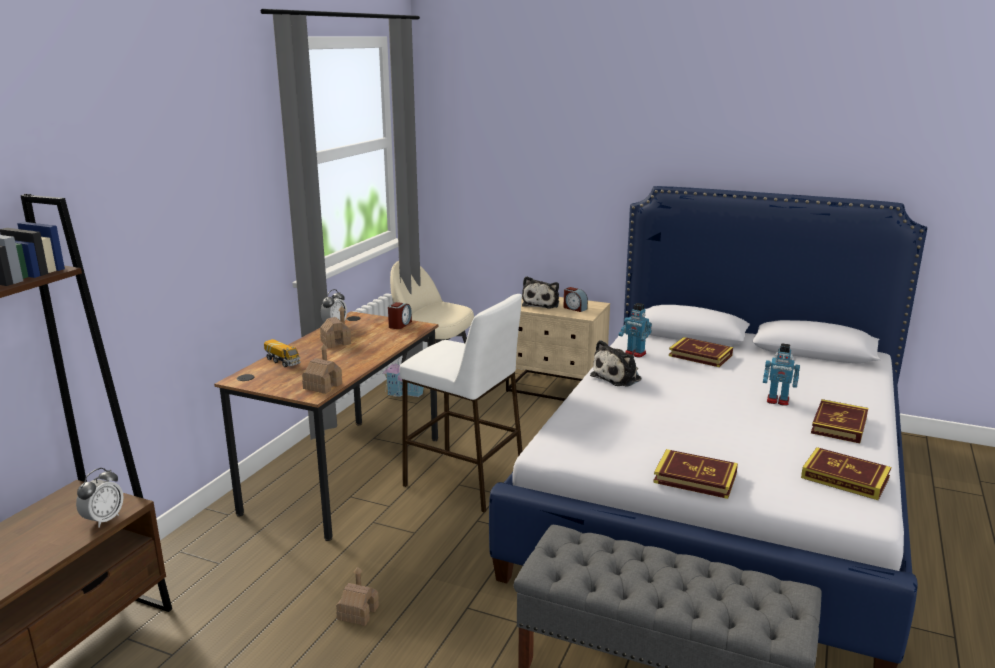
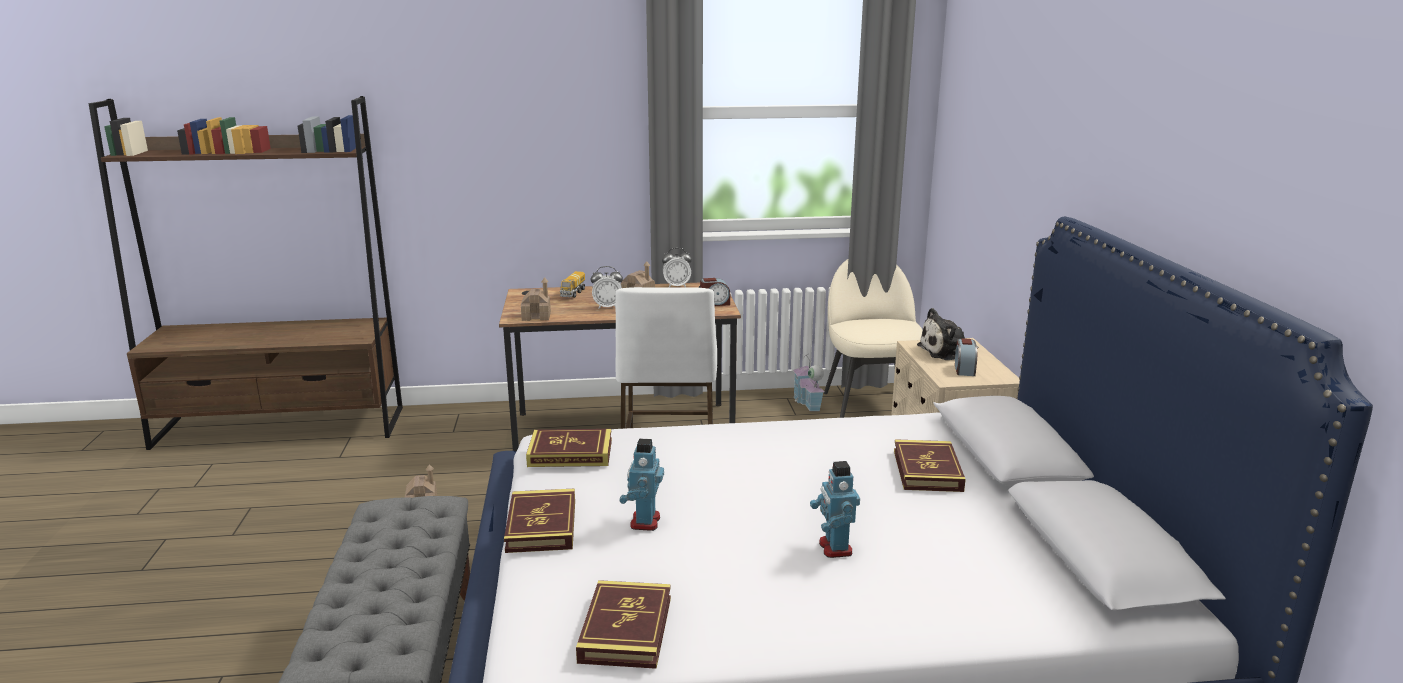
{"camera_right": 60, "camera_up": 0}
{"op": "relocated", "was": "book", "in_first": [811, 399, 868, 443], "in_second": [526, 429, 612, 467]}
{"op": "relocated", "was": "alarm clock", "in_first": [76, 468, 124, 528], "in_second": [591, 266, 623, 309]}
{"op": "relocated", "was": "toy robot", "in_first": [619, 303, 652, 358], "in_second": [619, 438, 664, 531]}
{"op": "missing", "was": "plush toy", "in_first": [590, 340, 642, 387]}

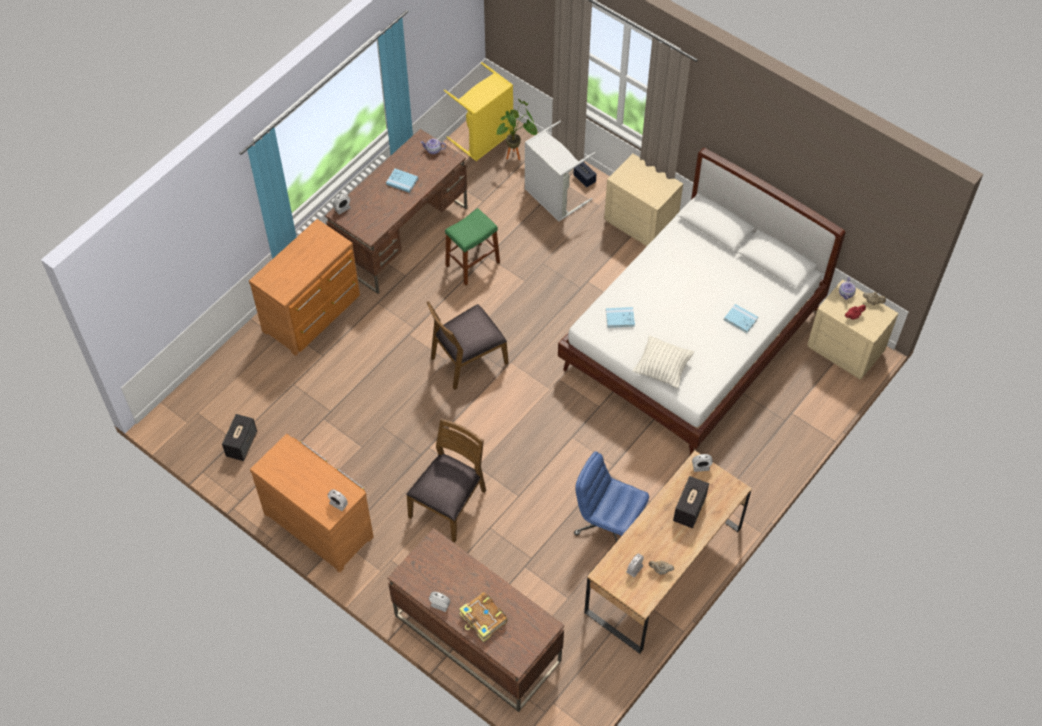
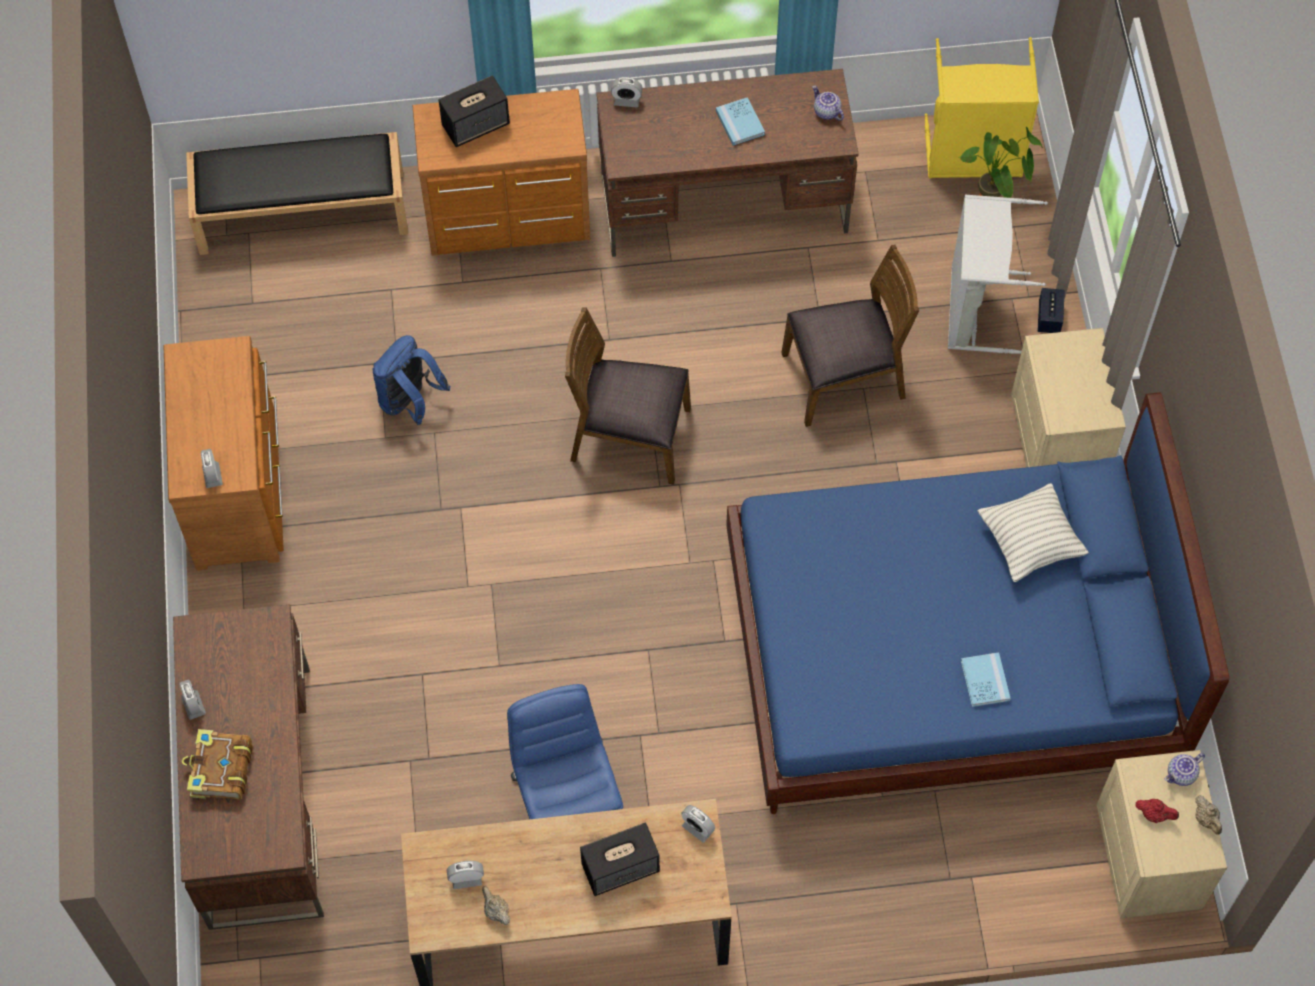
{"camera_right": 45, "camera_up": 5}
{"op": "appeared", "now": "black bench", "in_second": [186, 132, 408, 255]}
{"op": "appeared", "now": "blue backpack", "in_second": [373, 335, 450, 425]}
{"op": "relocated", "was": "speaker", "in_first": [222, 414, 257, 461], "in_second": [438, 75, 510, 147]}
{"op": "colour", "was": "white bed", "now": "blue bed", "in_first": [558, 148, 845, 455], "in_second": [726, 392, 1229, 814]}
{"op": "relocated", "was": "brown chair", "in_first": [406, 418, 486, 543], "in_second": [781, 245, 919, 427]}
{"op": "relocated", "was": "pillow", "in_first": [632, 335, 694, 388], "in_second": [978, 483, 1089, 582]}
{"op": "missing", "was": "green stool", "in_first": [445, 208, 500, 286]}
{"op": "missing", "was": "blue book", "in_first": [606, 307, 635, 328]}

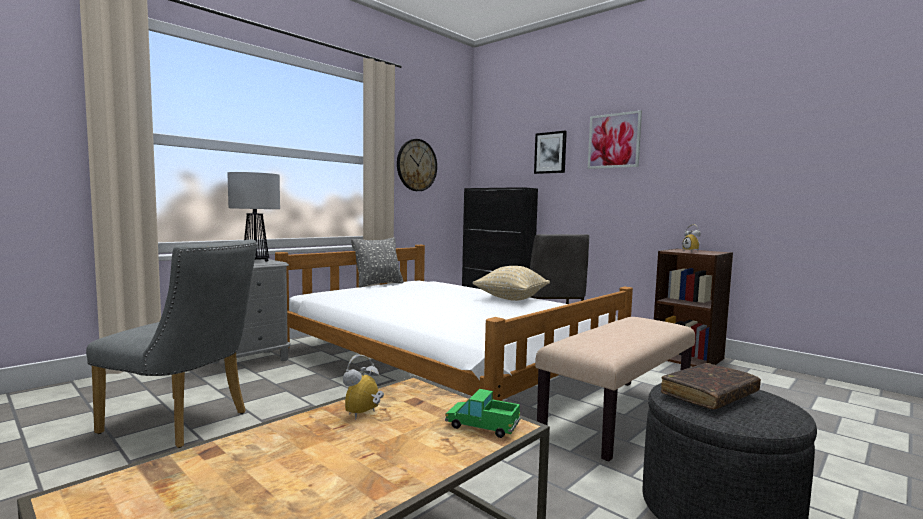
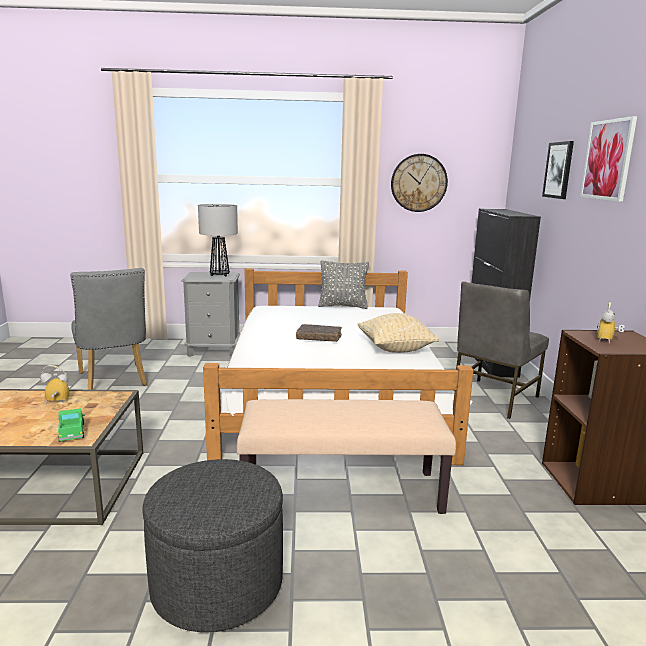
{"camera_right": 45, "camera_up": 10}
{"op": "relocated", "was": "brown book", "in_first": [661, 363, 761, 409], "in_second": [296, 324, 342, 342]}

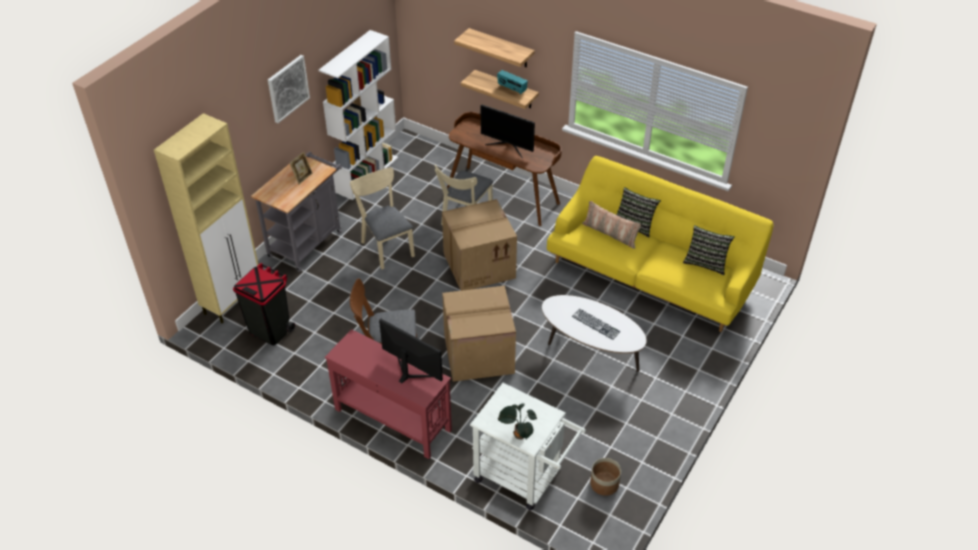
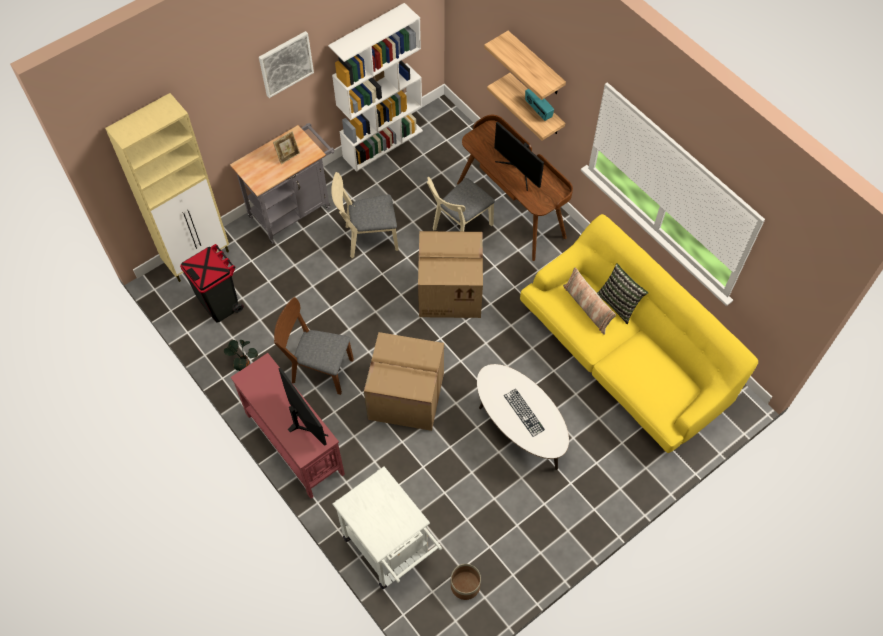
{"camera_right": 20, "camera_up": 15}
{"op": "relocated", "was": "potted plant", "in_first": [498, 403, 537, 440], "in_second": [224, 340, 258, 371]}
{"op": "spun", "was": "beige chair", "in_first": [350, 167, 415, 269], "in_second": [331, 172, 399, 258], "clockwise": -90}
{"op": "missing", "was": "pillow", "in_first": [683, 225, 735, 275]}

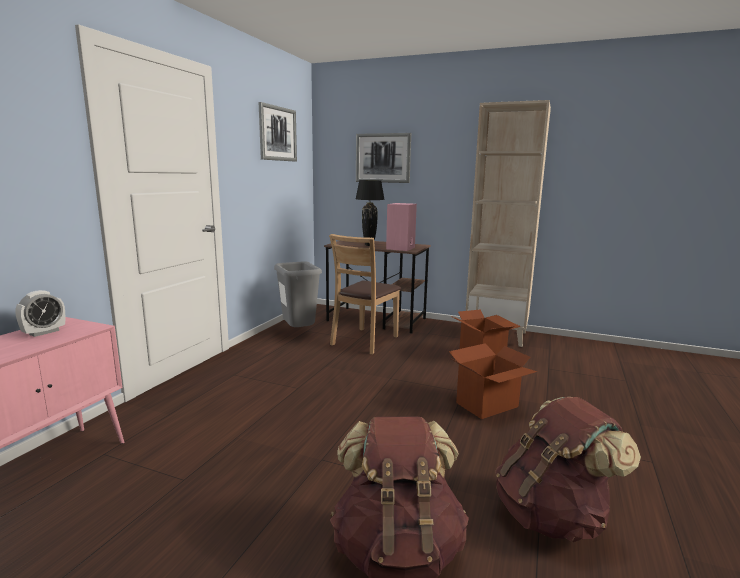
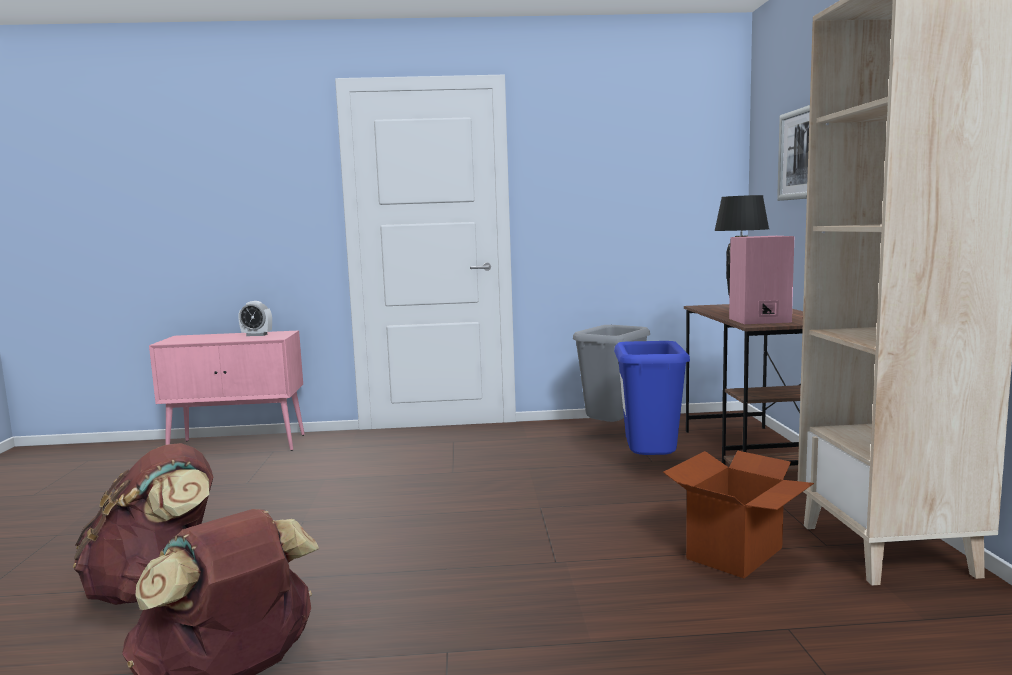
{"camera_right": 65, "camera_up": -5}
{"op": "exchanged", "was": "brown chair", "now": "blue trash can", "in_first": [329, 234, 401, 355], "in_second": [614, 341, 690, 455]}
{"op": "missing", "was": "picture", "in_first": [258, 102, 297, 161]}
{"op": "missing", "was": "cardboard box", "in_first": [449, 343, 537, 419]}

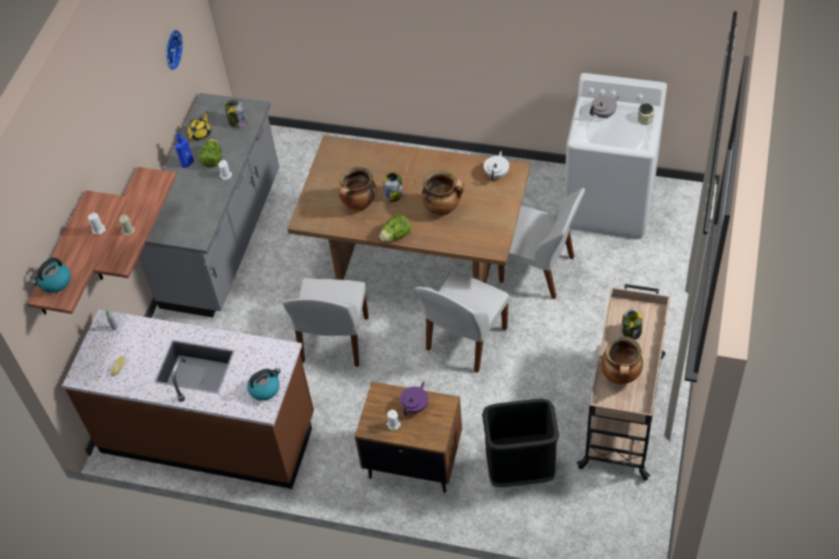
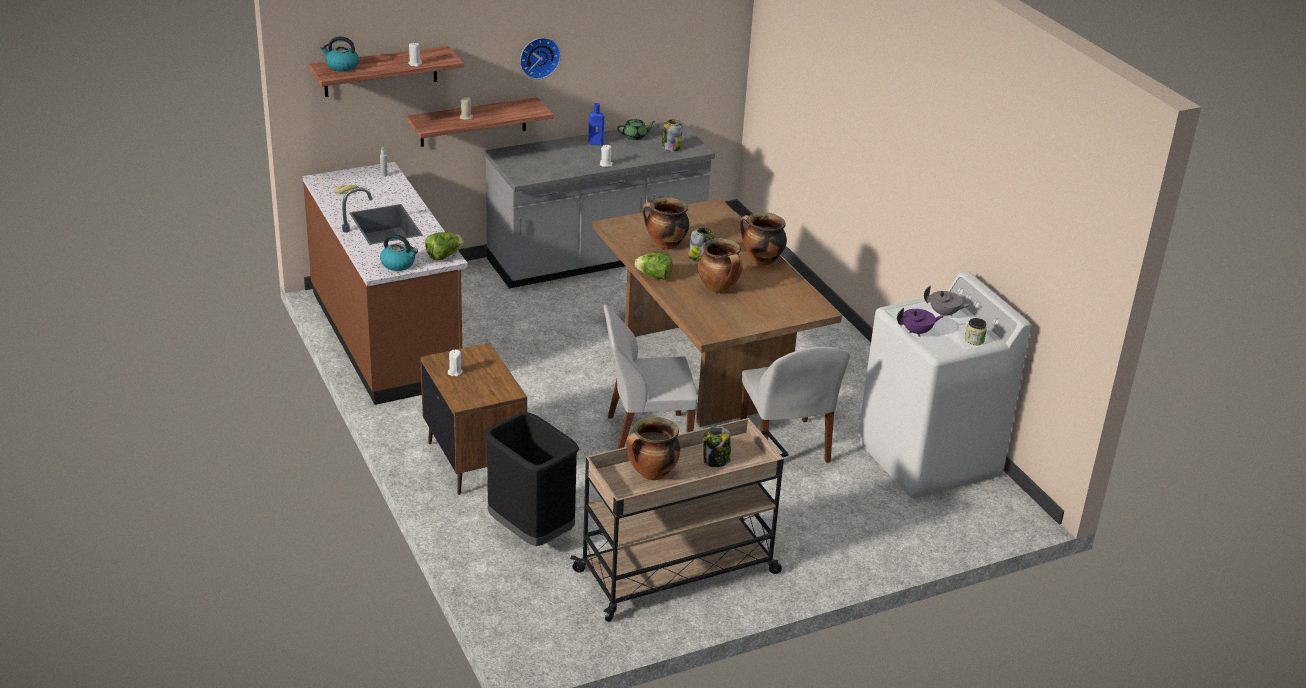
{"camera_right": 45, "camera_up": -20}
{"op": "relocated", "was": "lettuce", "in_first": [198, 139, 221, 168], "in_second": [425, 232, 464, 260]}
{"op": "relocated", "was": "wall clock", "in_first": [166, 29, 183, 71], "in_second": [520, 38, 561, 79]}
{"op": "colour", "was": "yellow teapot", "now": "green teapot", "in_first": [188, 111, 211, 140], "in_second": [617, 119, 656, 140]}
{"op": "appeared", "now": "cooking pot", "in_second": [739, 212, 787, 265]}
{"op": "relocated", "was": "purple teapot", "in_first": [400, 381, 428, 416], "in_second": [897, 308, 944, 337]}
{"op": "missing", "was": "white chair", "in_first": [282, 278, 369, 367]}
{"op": "missing", "was": "white teapot", "in_first": [484, 151, 509, 181]}

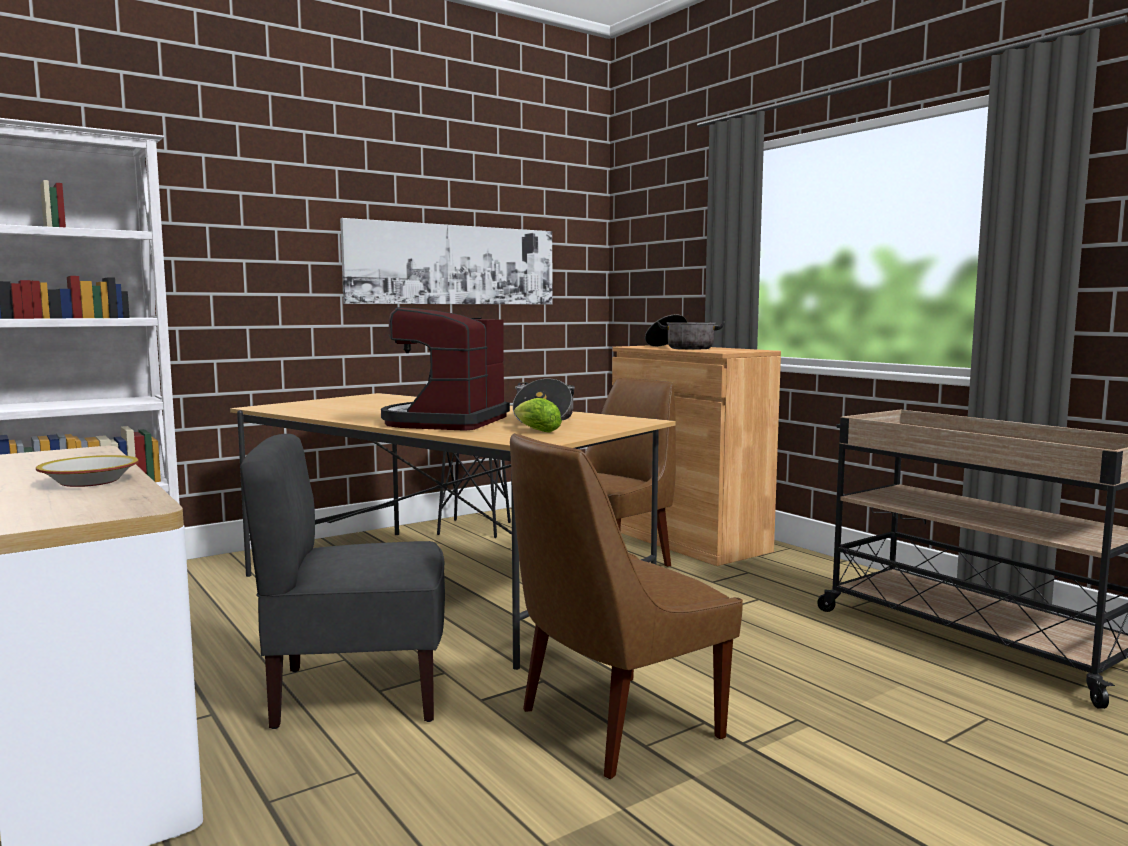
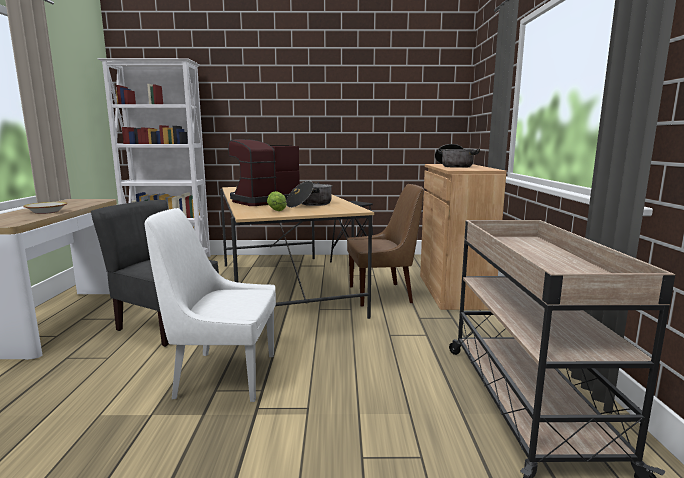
{"camera_right": 35, "camera_up": 5}
{"op": "colour", "was": "brown chair", "now": "white chair", "in_first": [510, 433, 743, 779], "in_second": [145, 208, 276, 402]}
{"op": "missing", "was": "picture", "in_first": [340, 218, 552, 304]}

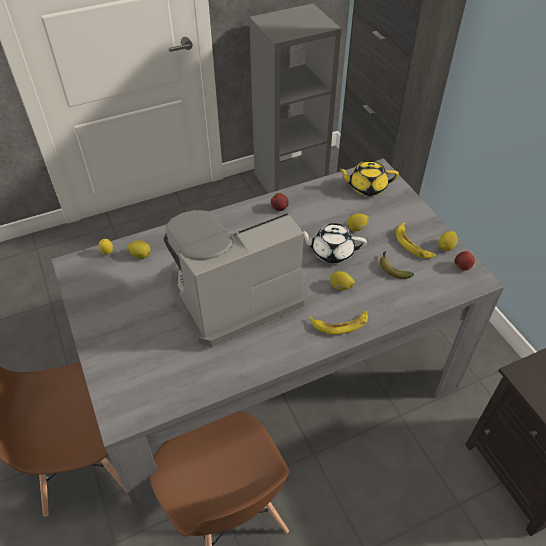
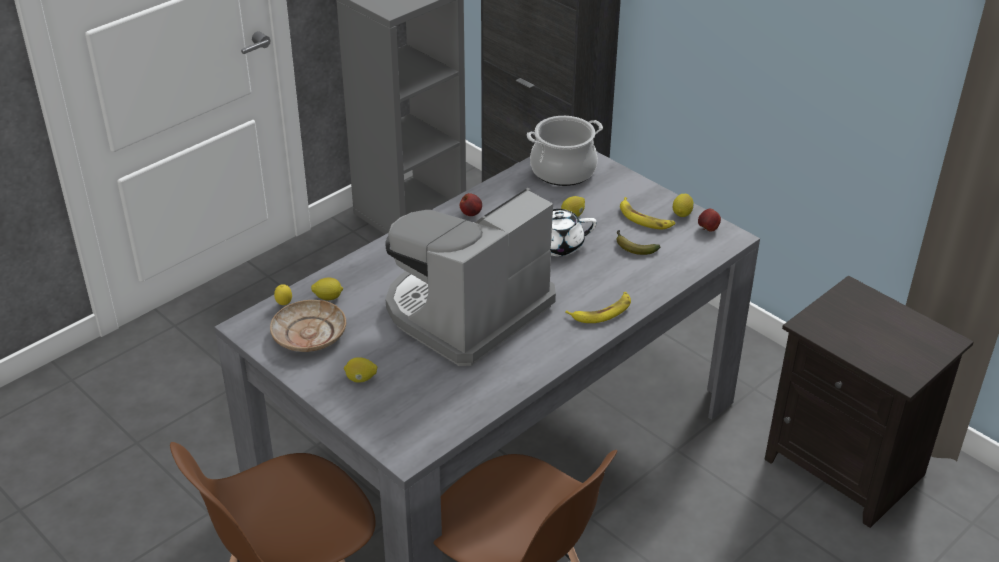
{"camera_right": -20, "camera_up": -10}
{"op": "appeared", "now": "beige plate", "in_second": [270, 300, 346, 352]}
{"op": "relocated", "was": "lemon", "in_first": [330, 271, 355, 290], "in_second": [344, 357, 377, 383]}
{"op": "exchanged", "was": "yellow teapot", "now": "cooking pot", "in_first": [338, 160, 399, 196], "in_second": [527, 116, 603, 186]}

